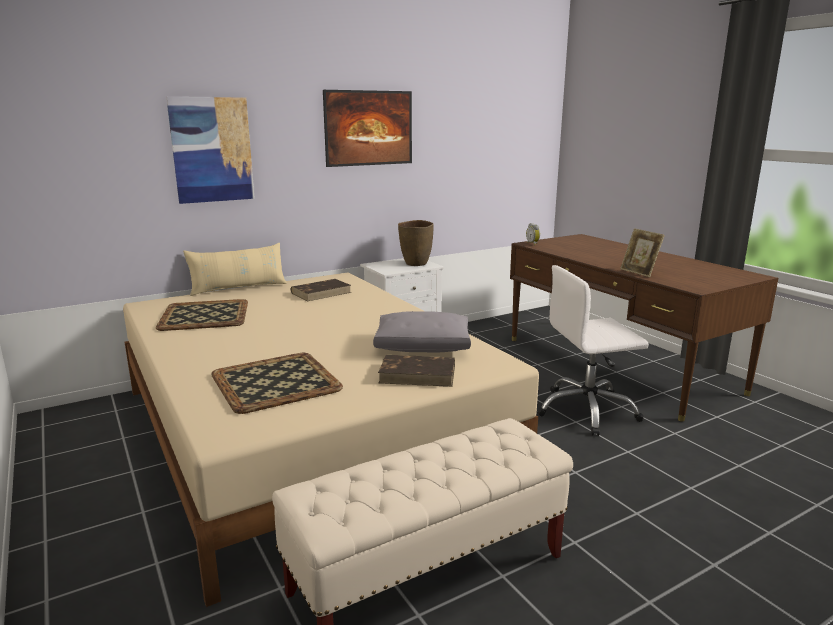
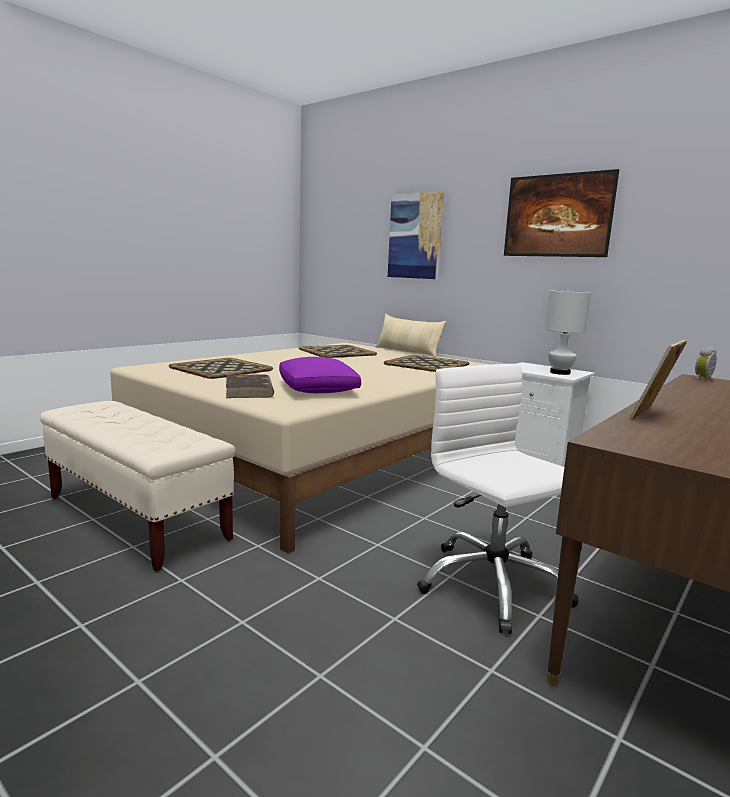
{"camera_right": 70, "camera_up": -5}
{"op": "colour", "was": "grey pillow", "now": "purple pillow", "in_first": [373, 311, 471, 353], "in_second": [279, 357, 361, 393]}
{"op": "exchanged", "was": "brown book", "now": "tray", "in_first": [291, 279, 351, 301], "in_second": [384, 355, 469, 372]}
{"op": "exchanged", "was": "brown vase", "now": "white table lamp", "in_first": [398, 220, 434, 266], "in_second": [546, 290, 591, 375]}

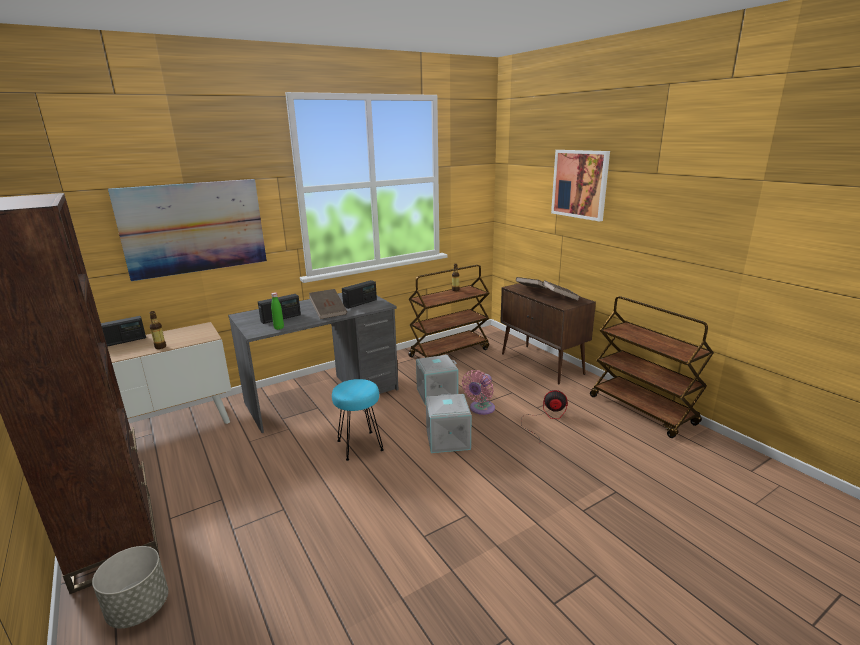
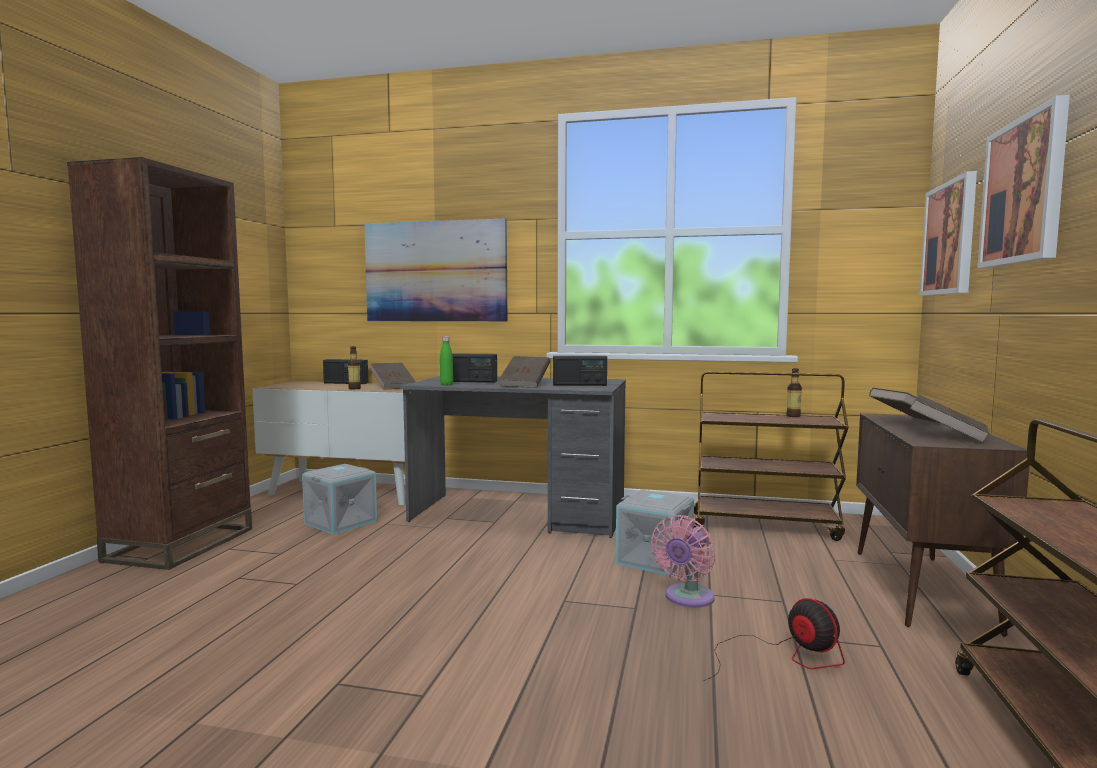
{"camera_right": 45, "camera_up": -15}
{"op": "relocated", "was": "grey storage box", "in_first": [426, 393, 472, 453], "in_second": [302, 464, 377, 535]}
{"op": "appeared", "now": "brown book", "in_second": [370, 363, 416, 390]}
{"op": "spun", "was": "pink fan", "in_first": [462, 370, 495, 415], "in_second": [651, 515, 716, 608], "clockwise": -45}
{"op": "appeared", "now": "picture", "in_second": [919, 171, 977, 296]}
{"op": "missing", "was": "grey planter", "in_first": [92, 546, 168, 628]}
{"op": "missing", "was": "turquoise stool", "in_first": [332, 379, 384, 461]}

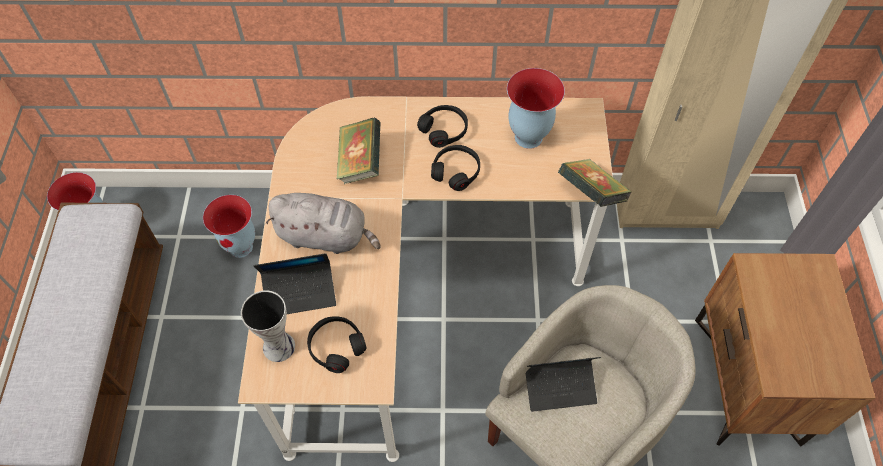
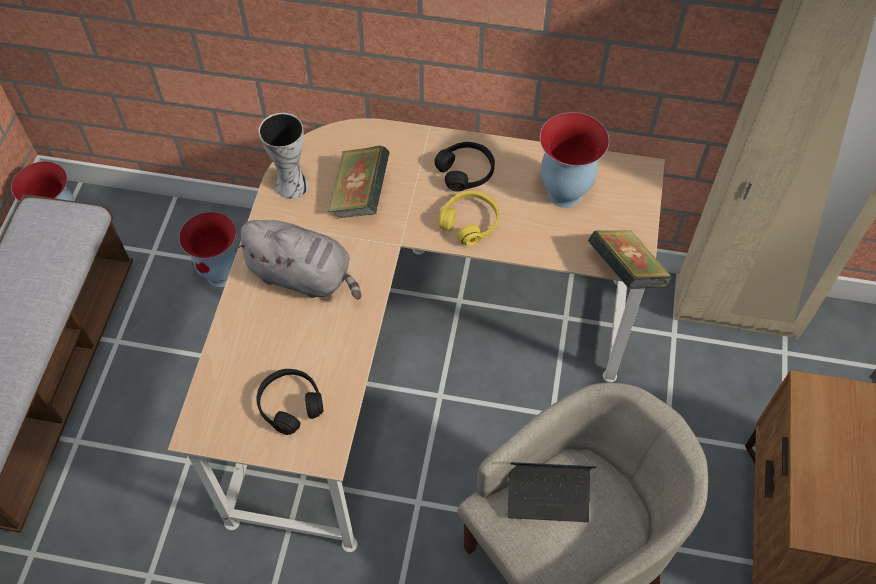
{"camera_right": 10, "camera_up": 0}
{"op": "relocated", "was": "vase", "in_first": [241, 290, 295, 362], "in_second": [259, 113, 309, 199]}
{"op": "colour", "was": "black headphones", "now": "yellow headphones", "in_first": [431, 145, 480, 191], "in_second": [438, 191, 499, 246]}
{"op": "missing", "was": "laptop", "in_first": [254, 253, 336, 314]}

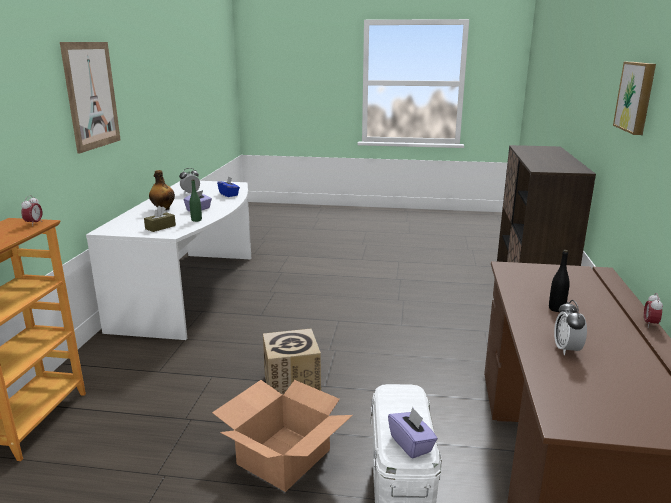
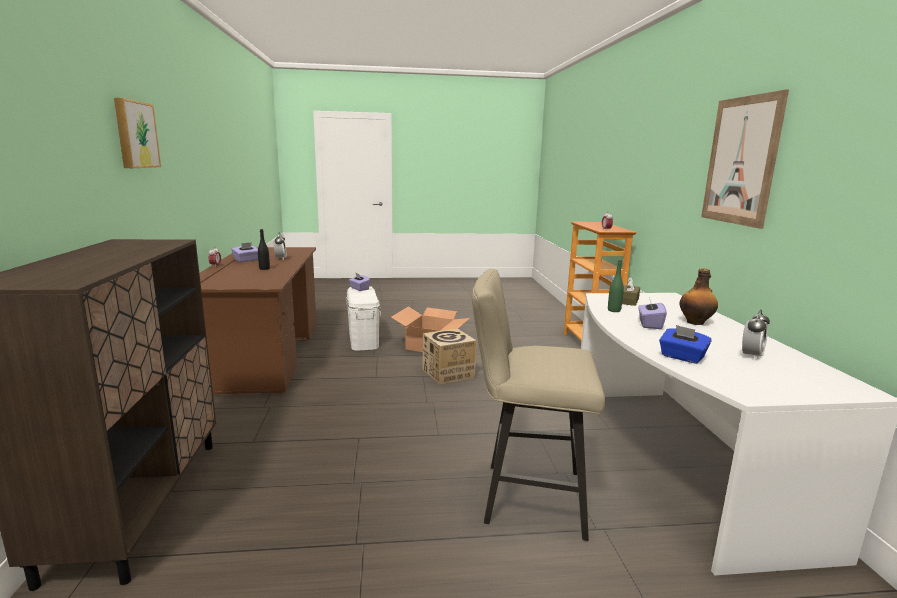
{"camera_right": 165, "camera_up": -5}
{"op": "appeared", "now": "purple tissue box", "in_second": [232, 242, 258, 262]}
{"op": "appeared", "now": "beige stool", "in_second": [472, 269, 605, 541]}

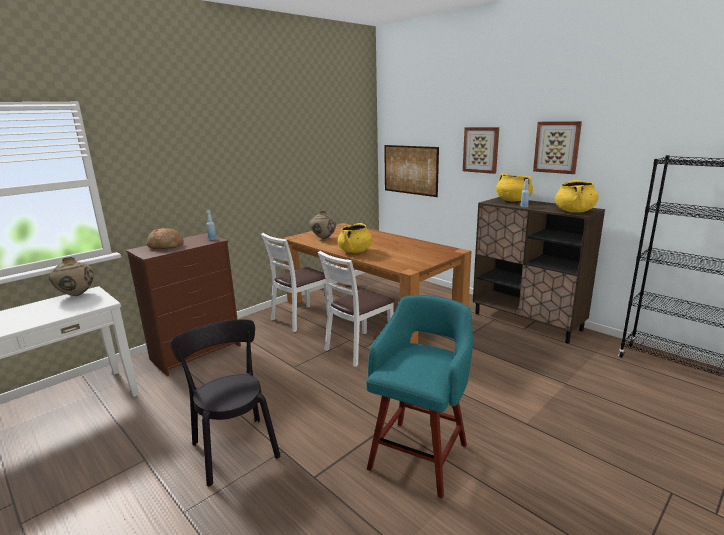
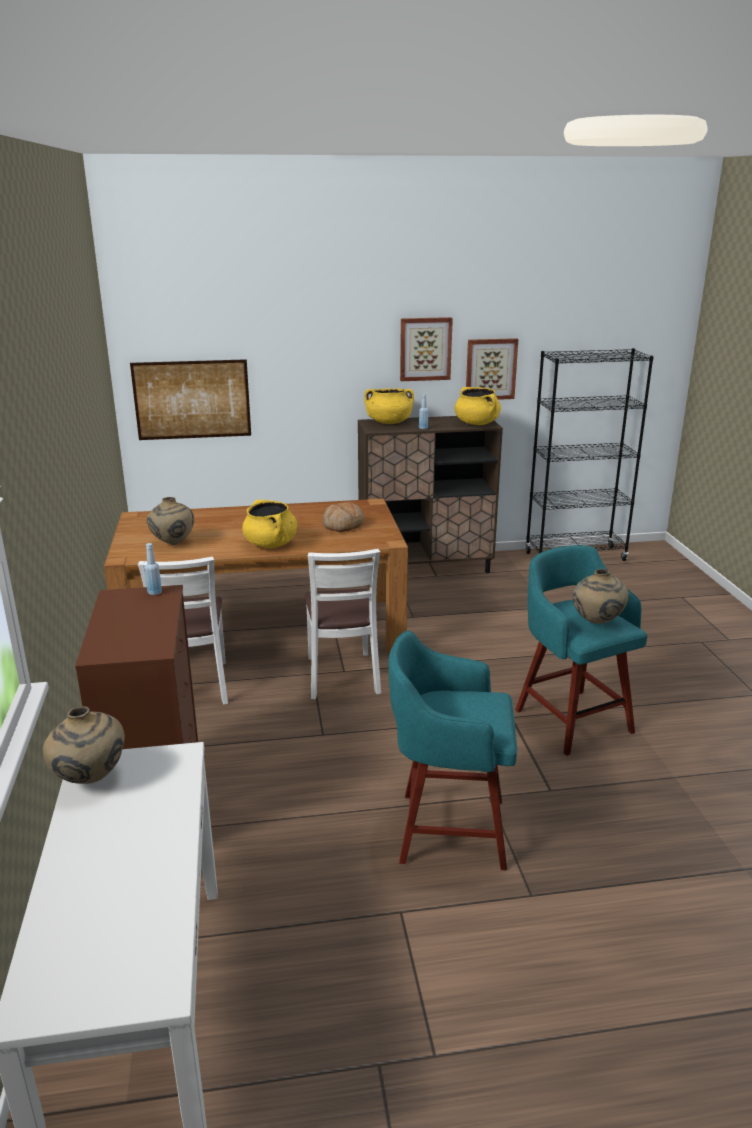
{"camera_right": -55, "camera_up": 5}
{"op": "relocated", "was": "bread", "in_first": [147, 228, 184, 249], "in_second": [323, 502, 364, 532]}
{"op": "exchanged", "was": "black chair", "now": "turquoise stool", "in_first": [170, 319, 280, 487], "in_second": [388, 630, 517, 870]}
{"op": "relocated", "was": "picture", "in_first": [463, 127, 499, 174], "in_second": [466, 338, 518, 400]}
{"op": "appeared", "now": "beige vase", "in_second": [573, 569, 629, 624]}

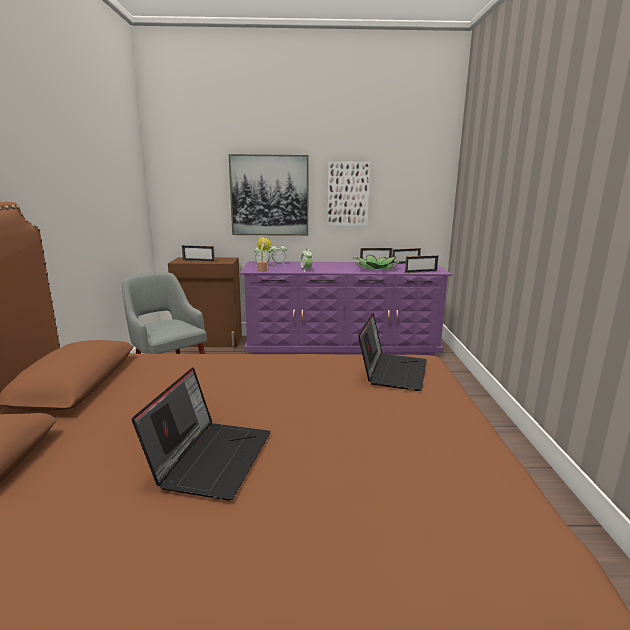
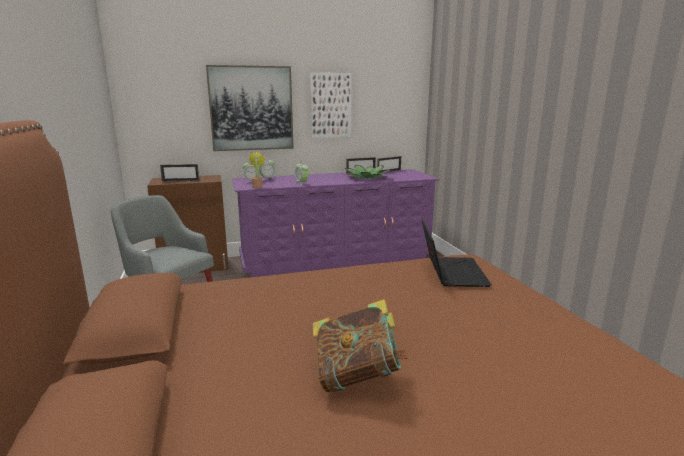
{"camera_right": -15, "camera_up": 0}
{"op": "exchanged", "was": "laptop", "now": "book", "in_first": [132, 367, 271, 500], "in_second": [313, 299, 408, 392]}
{"op": "missing", "was": "picture frame", "in_first": [405, 255, 439, 273]}

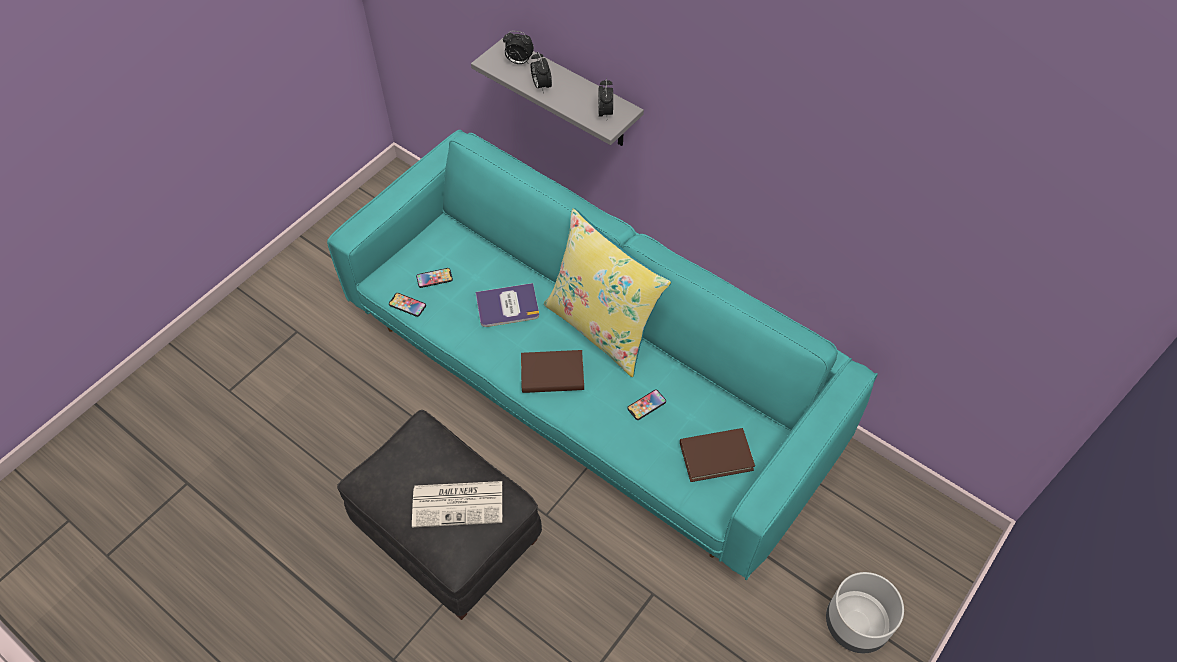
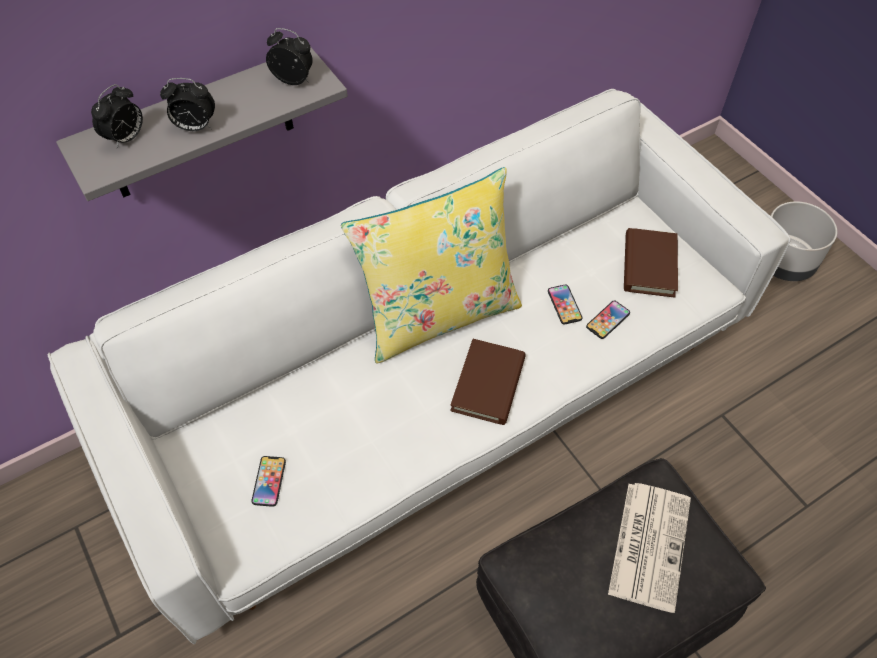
{"camera_right": -70, "camera_up": 0}
{"op": "colour", "was": "turquoise sofa", "now": "white sofa", "in_first": [327, 130, 878, 580], "in_second": [47, 89, 791, 644]}
{"op": "relocated", "was": "phone", "in_first": [389, 293, 426, 317], "in_second": [586, 301, 630, 339]}
{"op": "missing", "was": "book", "in_first": [475, 283, 539, 327]}

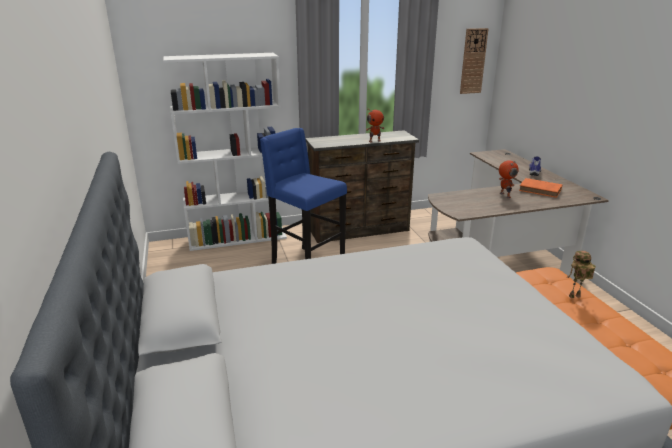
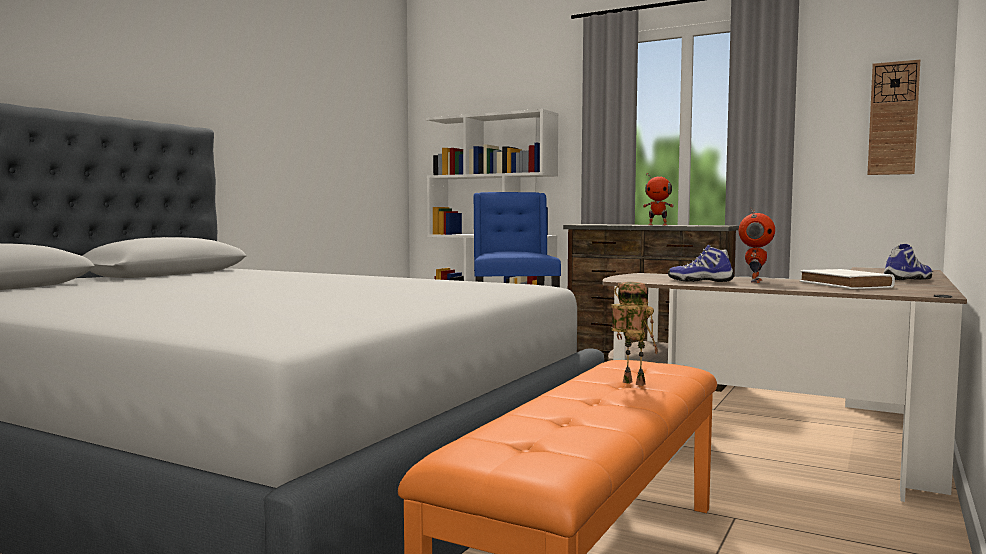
{"camera_right": 45, "camera_up": -20}
{"op": "appeared", "now": "shoe", "in_second": [668, 245, 734, 282]}
{"op": "colour", "was": "orange book", "now": "white book", "in_first": [519, 178, 562, 198], "in_second": [800, 269, 895, 289]}

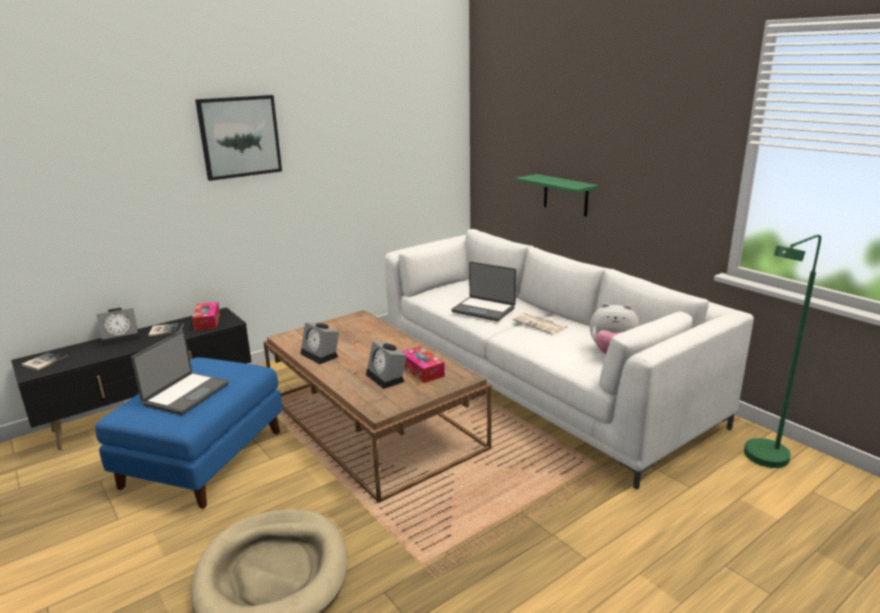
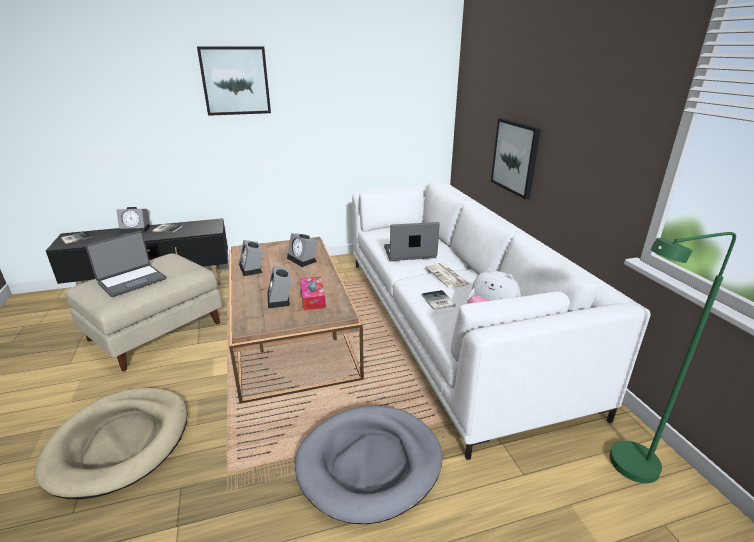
{"camera_right": 20, "camera_up": 5}
{"op": "colour", "was": "blue ottoman", "now": "beige ottoman", "in_first": [95, 358, 282, 509], "in_second": [65, 253, 222, 372]}
{"op": "appeared", "now": "alarm clock", "in_second": [287, 233, 318, 267]}
{"op": "appeared", "now": "grey dog bed", "in_second": [295, 406, 443, 524]}
{"op": "spun", "was": "laptop", "in_first": [451, 262, 516, 321], "in_second": [384, 222, 440, 261], "clockwise": 120}
{"op": "appeared", "now": "book", "in_second": [422, 290, 456, 310]}
{"op": "exchanged", "was": "green shelf", "now": "picture", "in_first": [516, 174, 599, 216], "in_second": [491, 118, 541, 199]}
{"op": "missing", "was": "tissue box", "in_first": [192, 302, 220, 330]}

